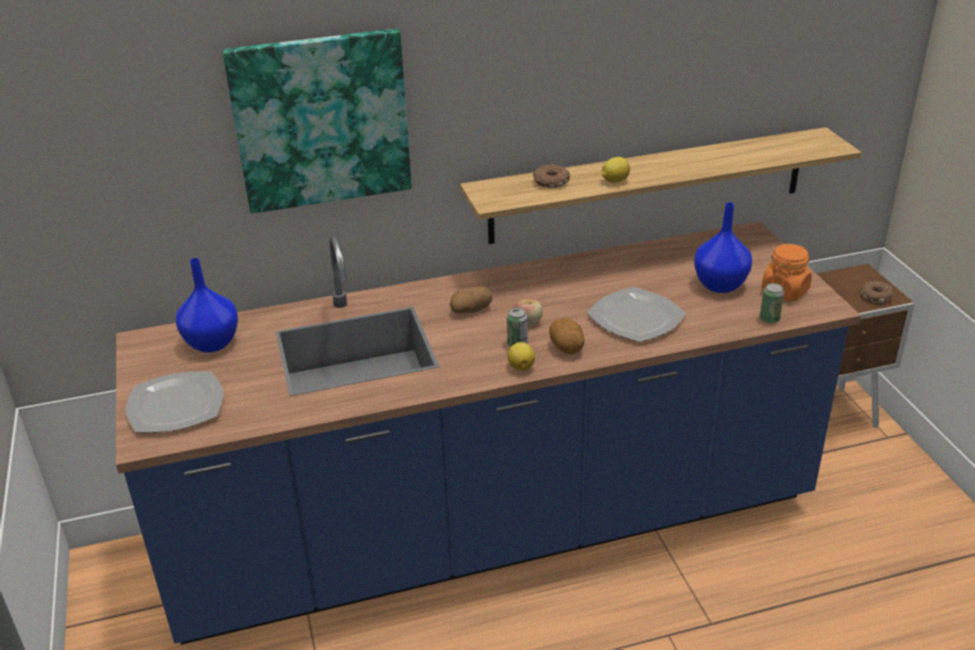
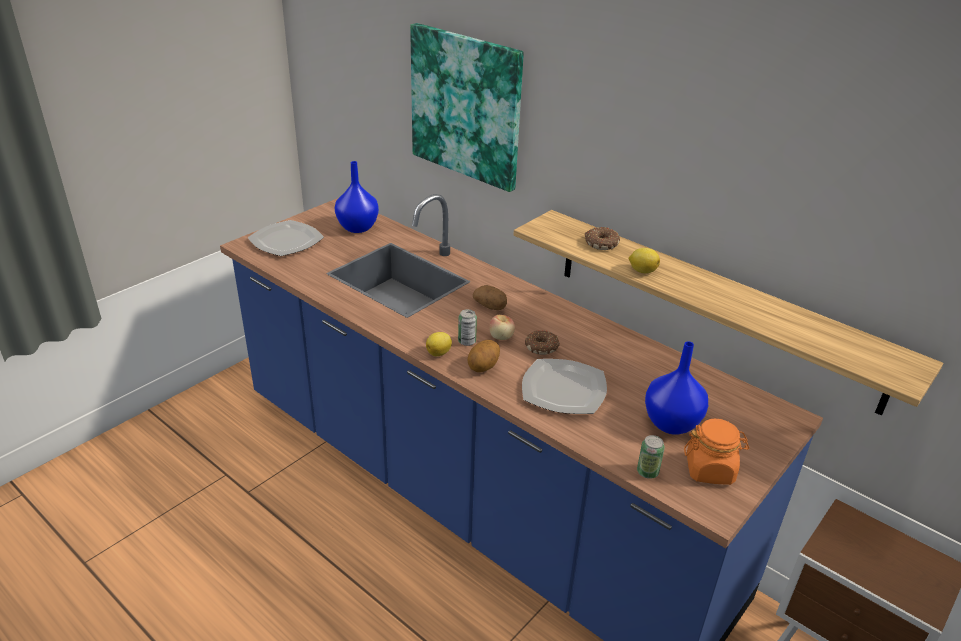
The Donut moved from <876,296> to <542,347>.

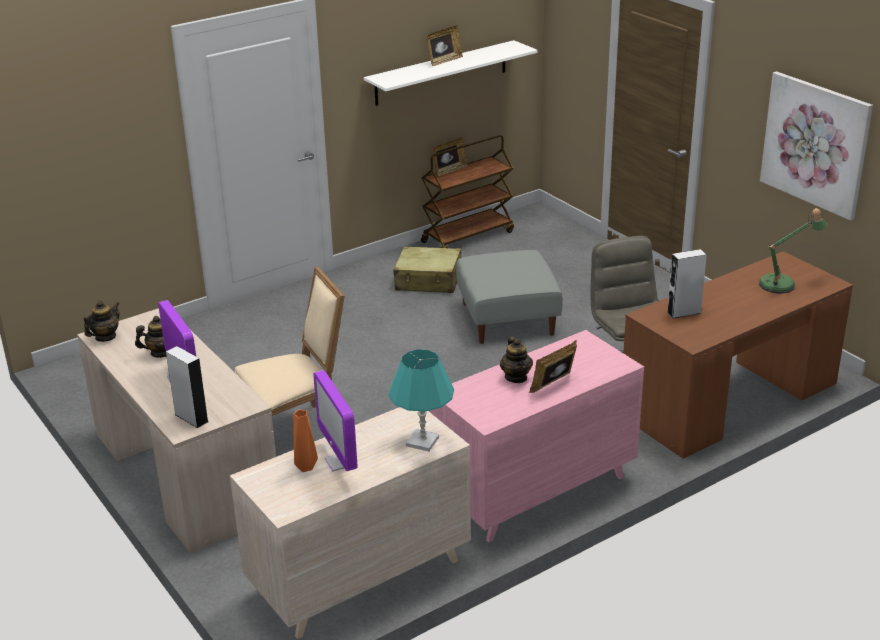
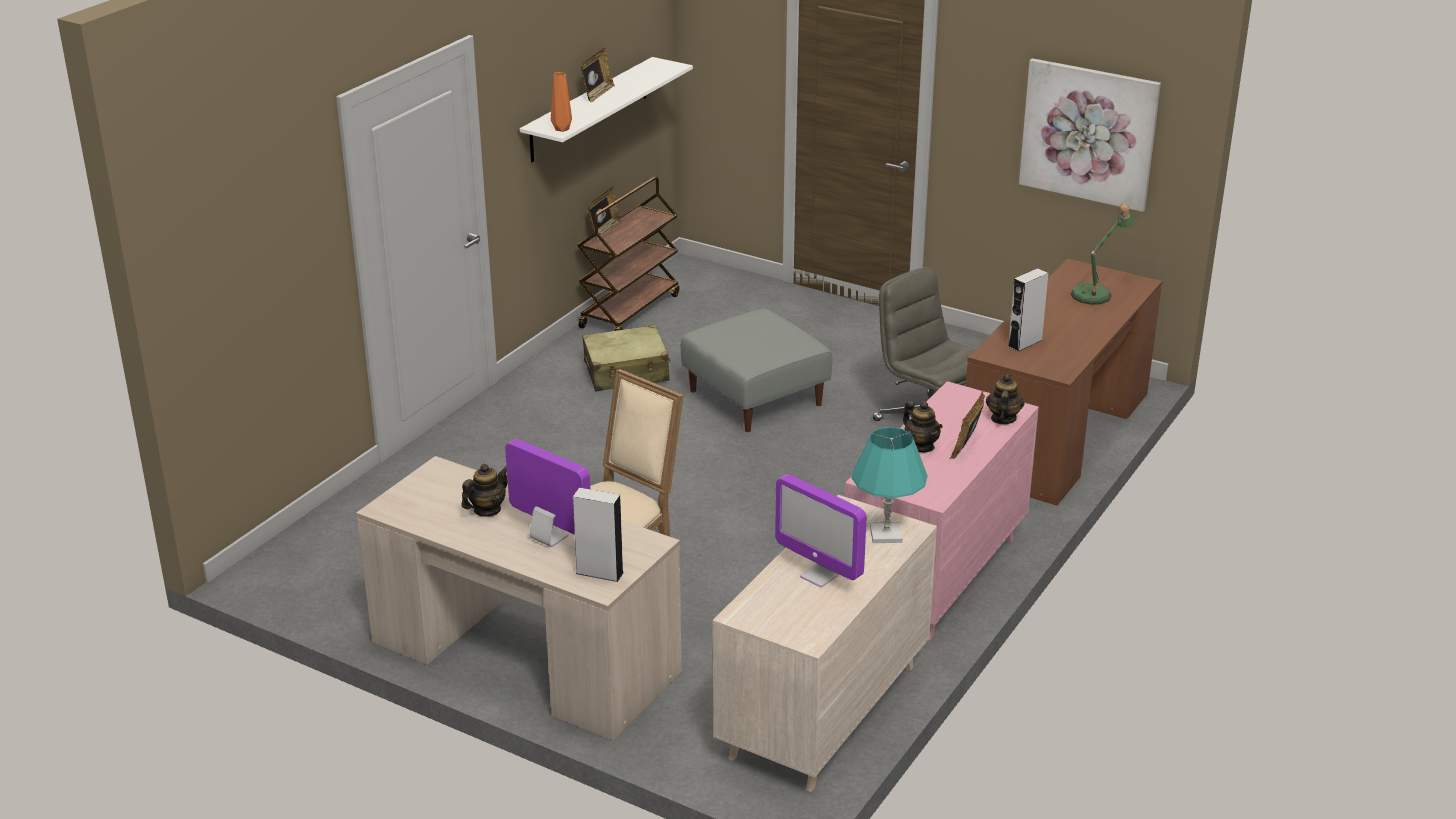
The Teapot moved from <105,337> to <1003,418>.
The OrangeVase moved from <306,468> to <562,129>.

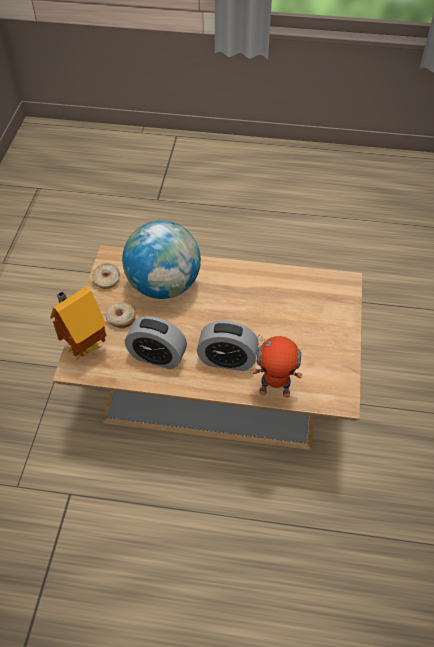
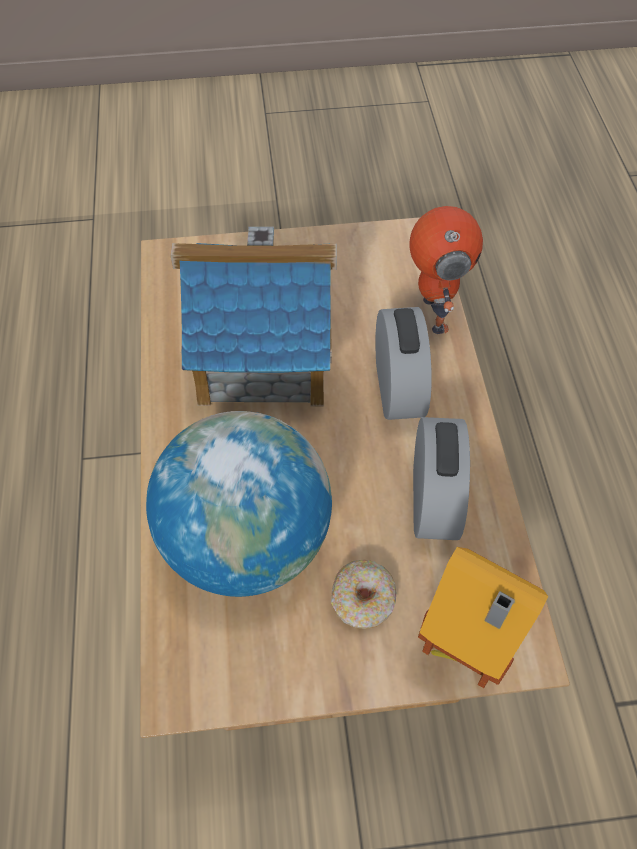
The Donut at <107,280> disappeared.
The ToyHouse at <264,355> appeared.

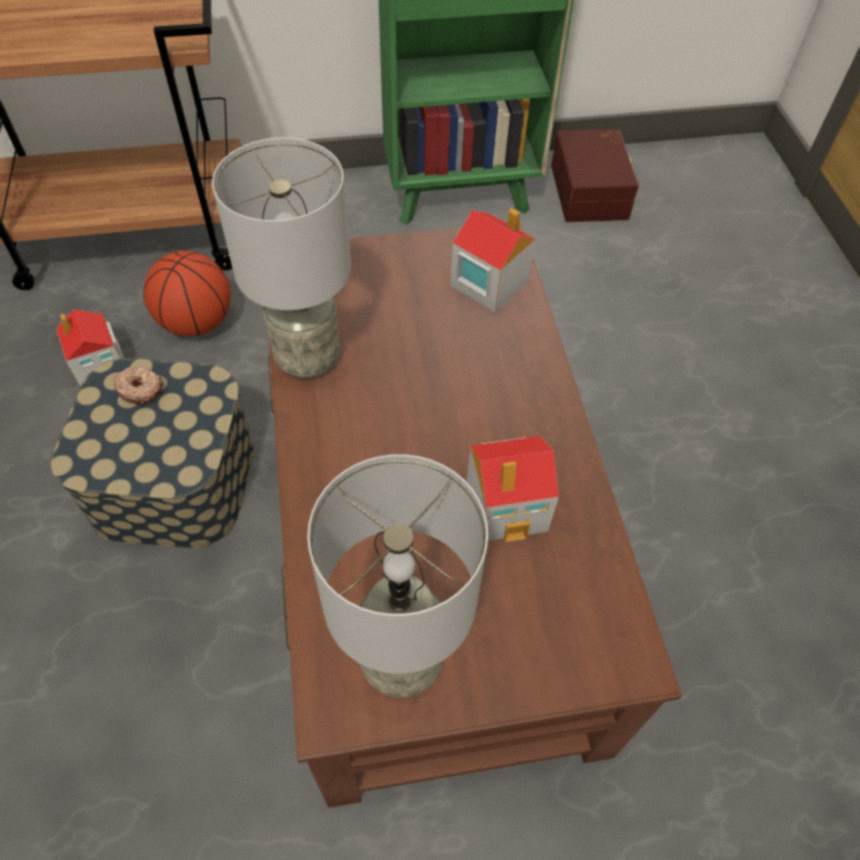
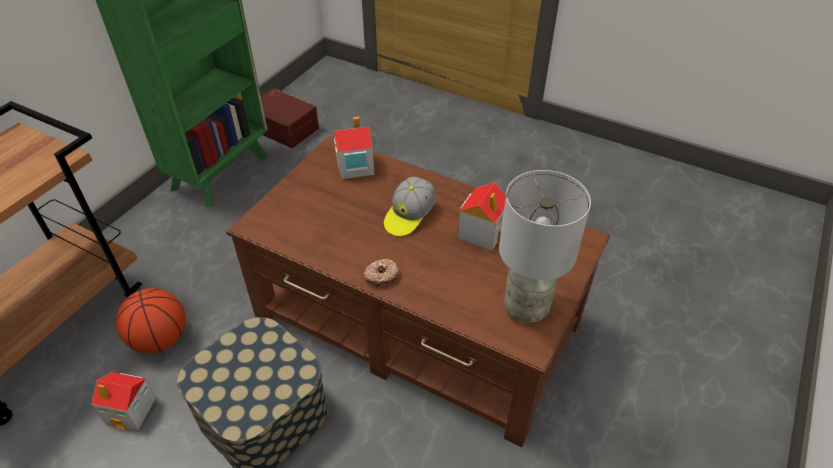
The Donut moved from <140,389> to <381,276>.
The GreyTableLamp at <306,357> disappeared.
The Cap at <409,215> appeared.

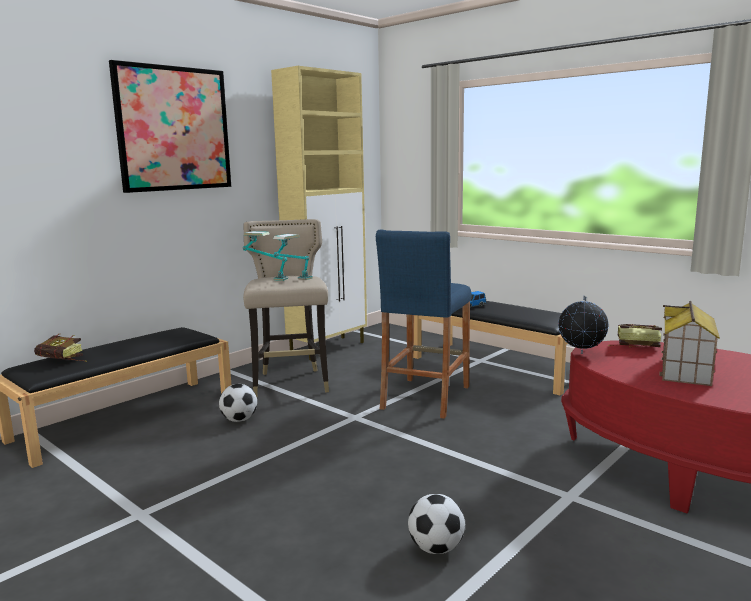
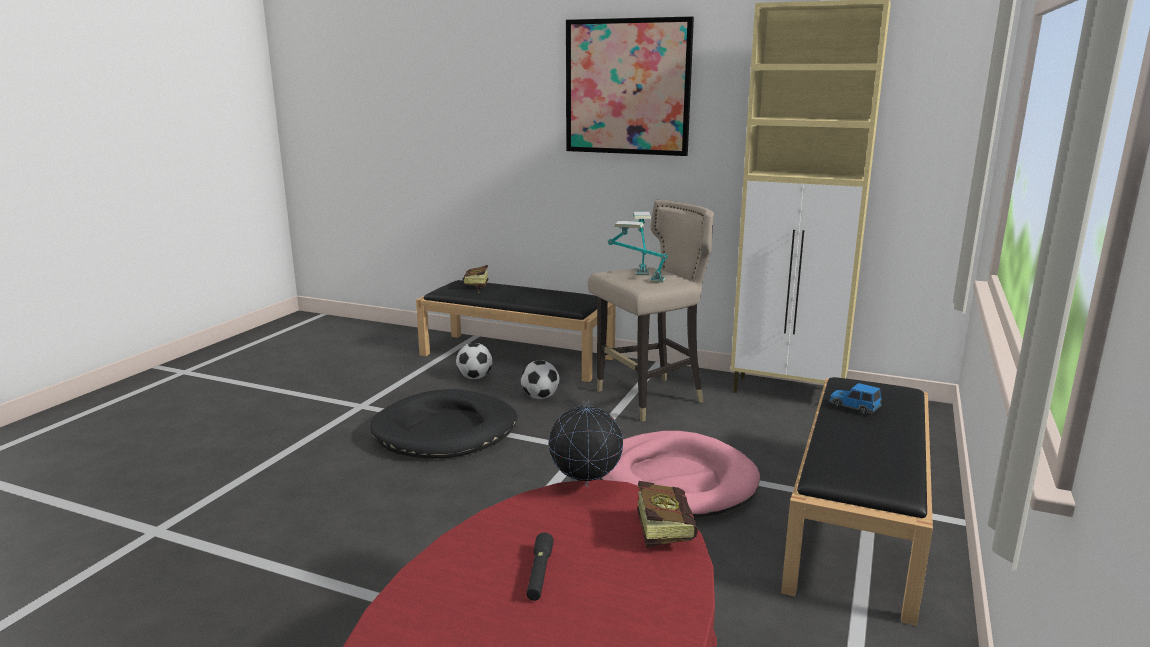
The BlueStool at <425,397> was replaced by the PinkDogBed at <675,480>.
The Football moved from <436,548> to <475,378>.
The ToyHouse at <686,371> was replaced by the BlackFlashlight at <539,574>.
The BlackDogBed at <446,430> appeared.

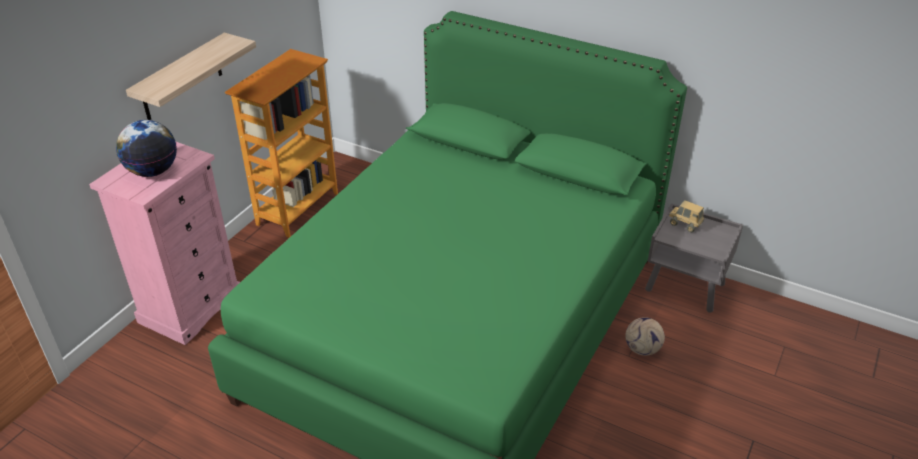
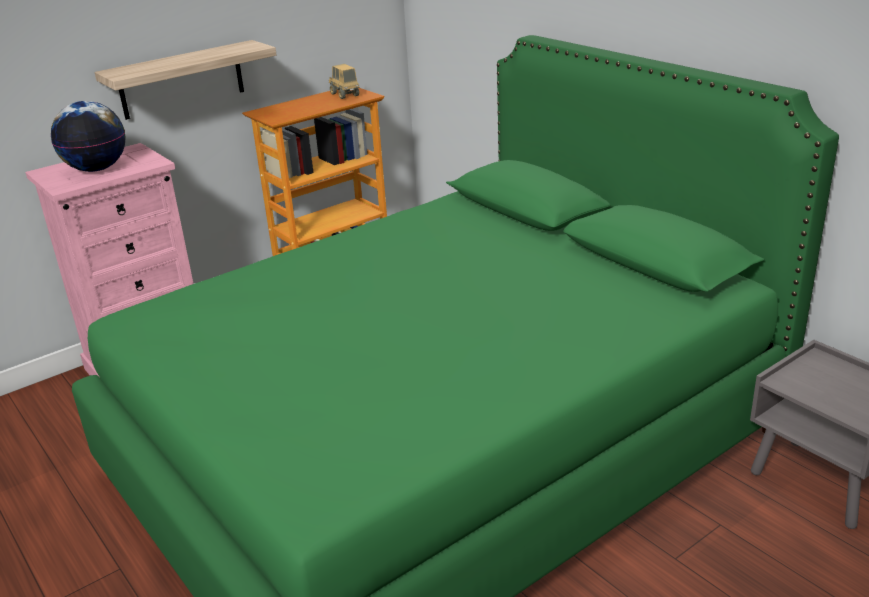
The Football at <643,349> disappeared.
The ToyTruck moved from <684,225> to <345,95>.

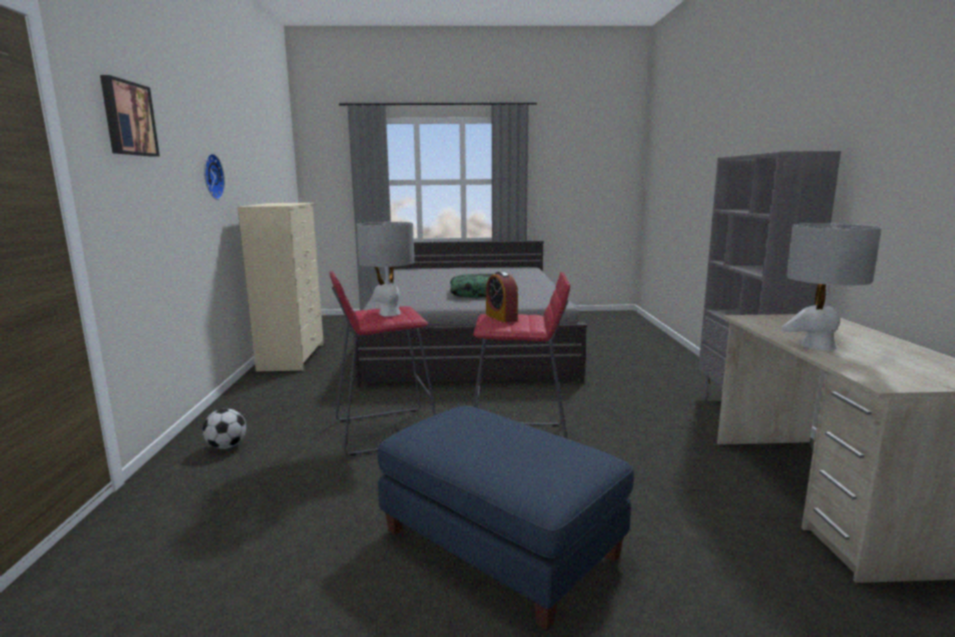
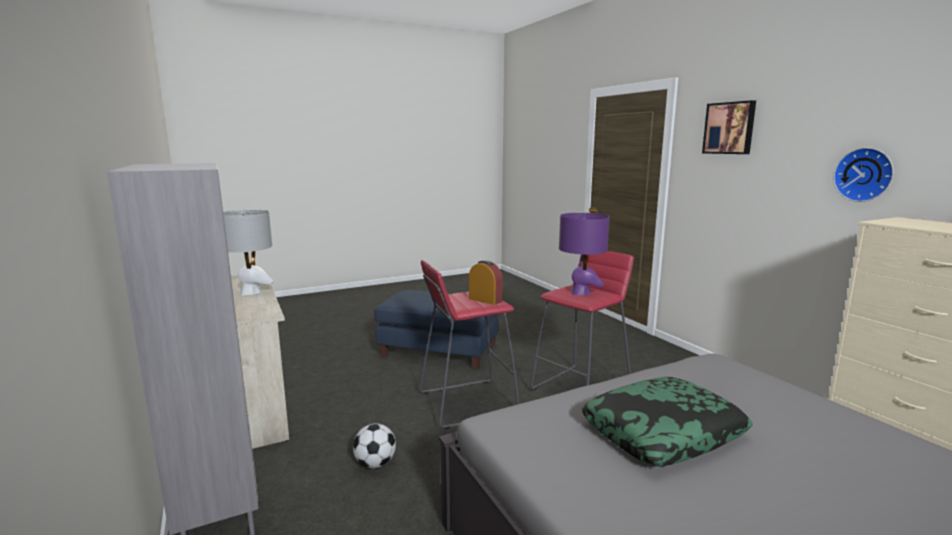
The Football moved from <226,446> to <375,464>.
The GreyTableLamp at <389,313> became the PurpleTableLamp at <580,293>.

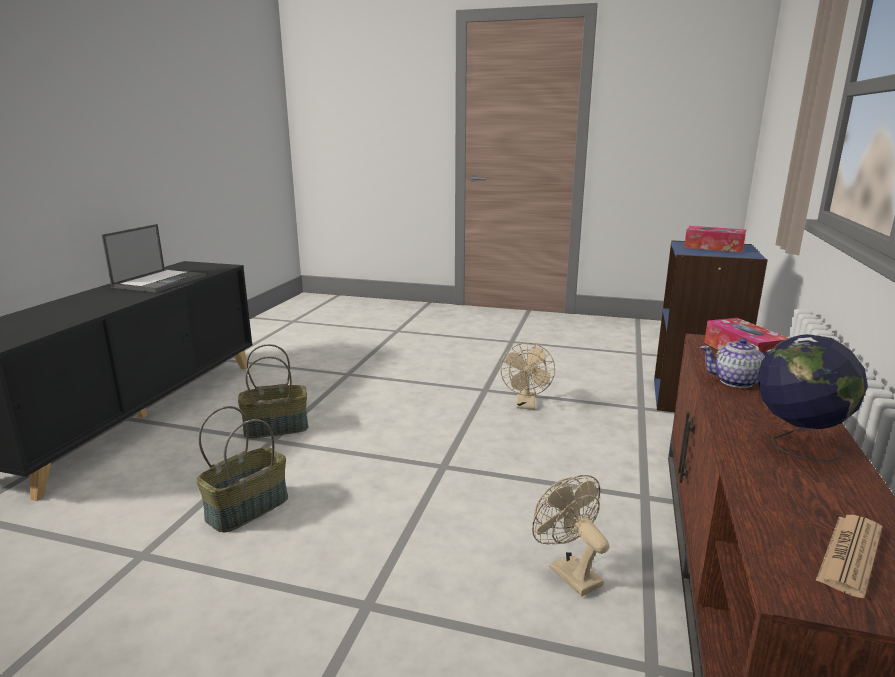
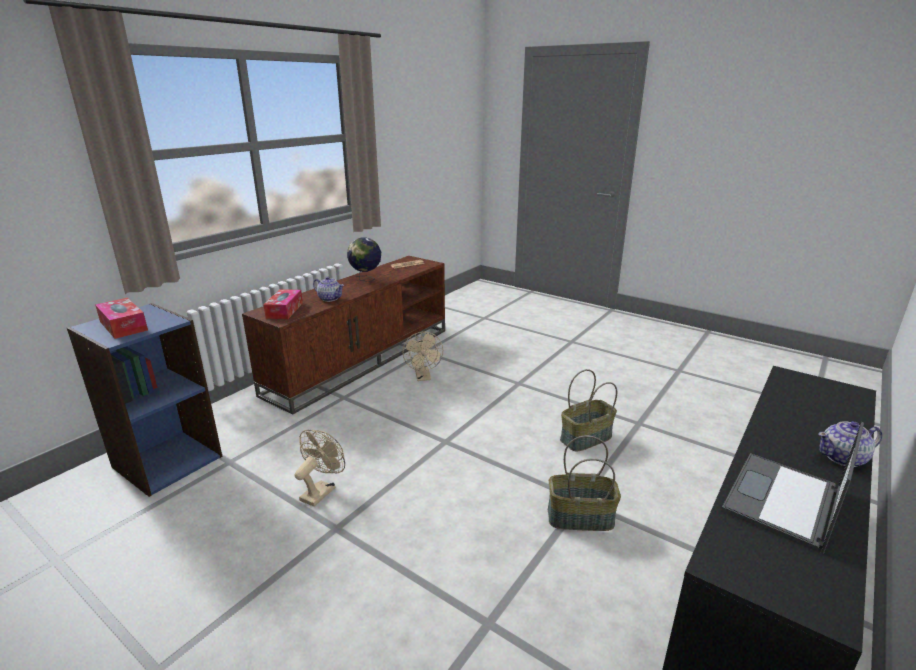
The Teapot at <843,458> appeared.

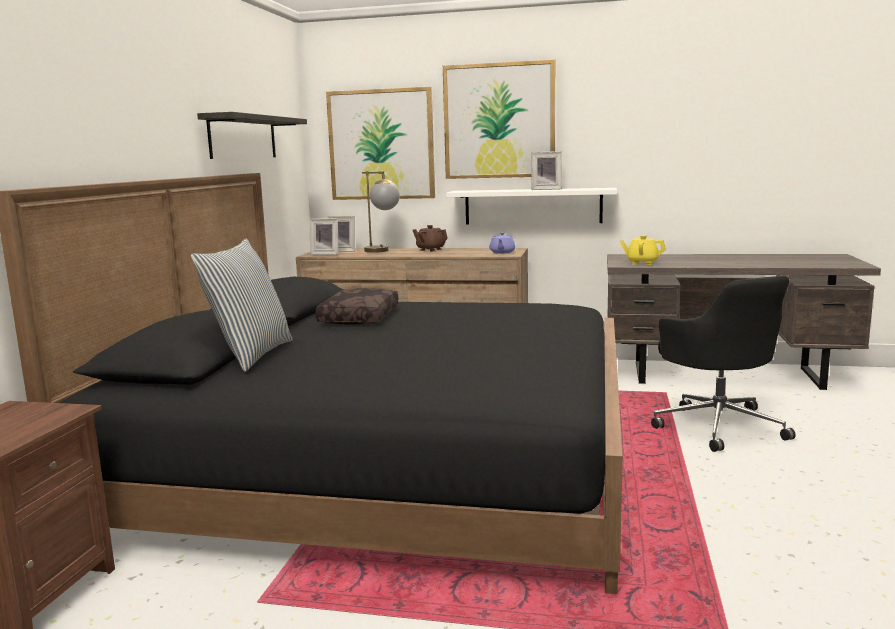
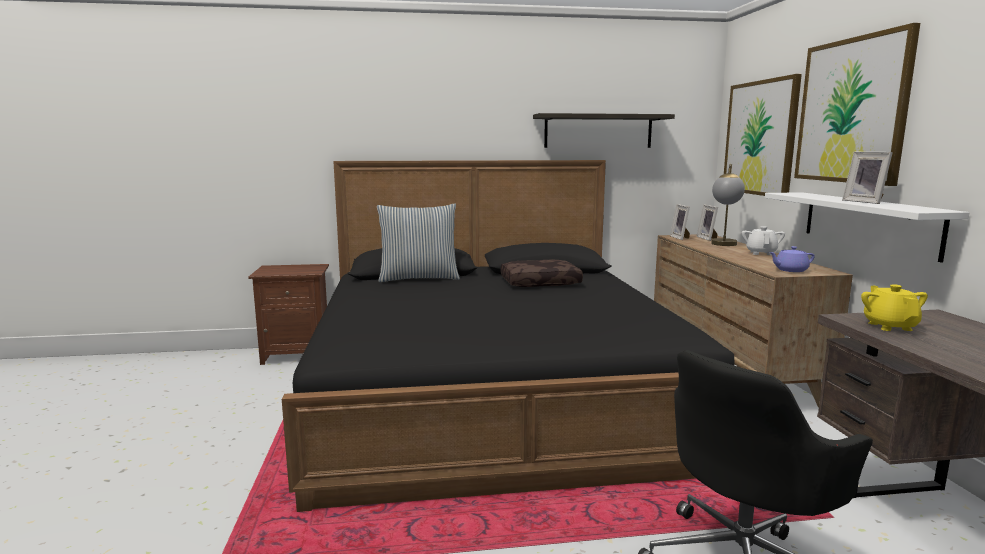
The BrownTeapot at <430,250> became the WhiteTeapot at <761,253>.

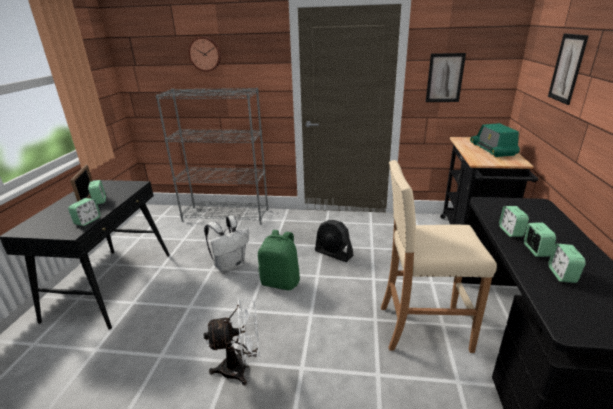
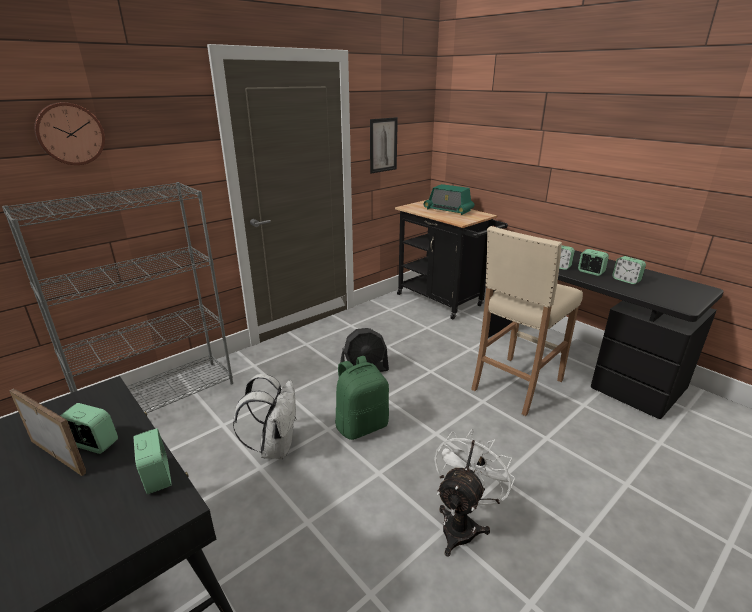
The Picture at <567,68> disappeared.

